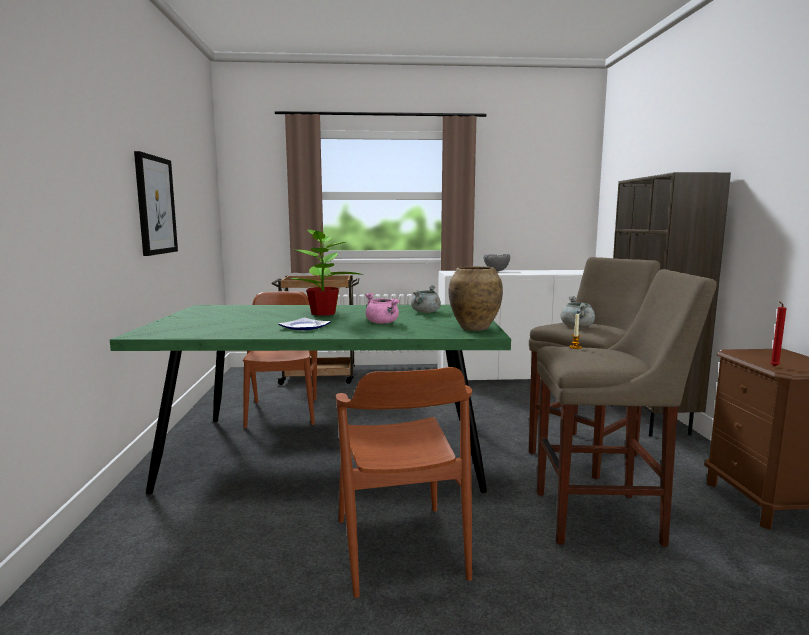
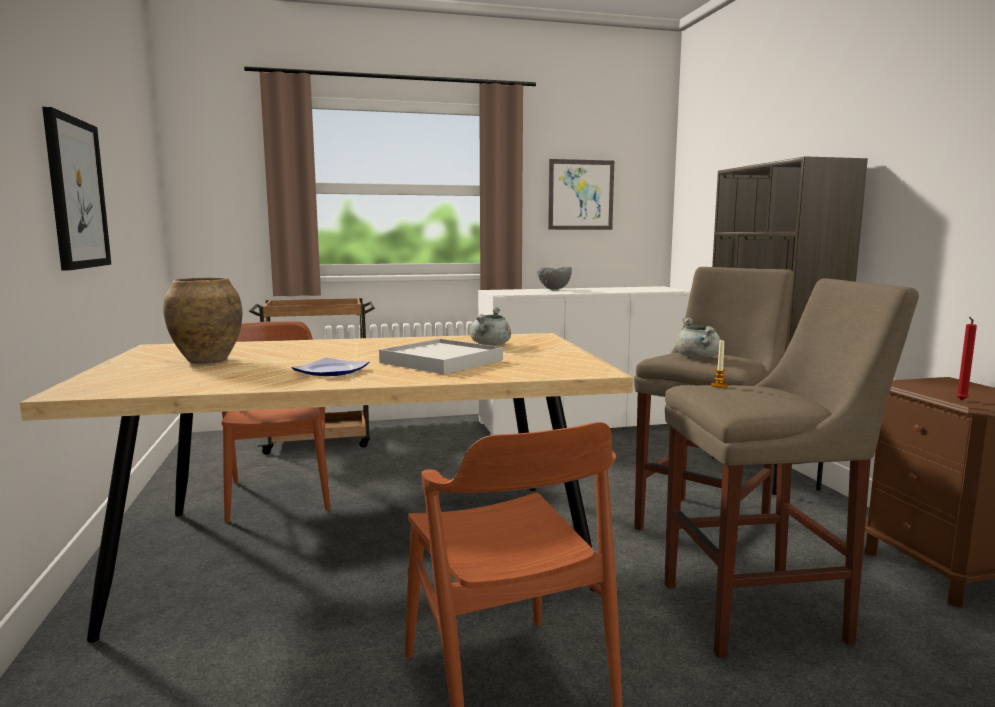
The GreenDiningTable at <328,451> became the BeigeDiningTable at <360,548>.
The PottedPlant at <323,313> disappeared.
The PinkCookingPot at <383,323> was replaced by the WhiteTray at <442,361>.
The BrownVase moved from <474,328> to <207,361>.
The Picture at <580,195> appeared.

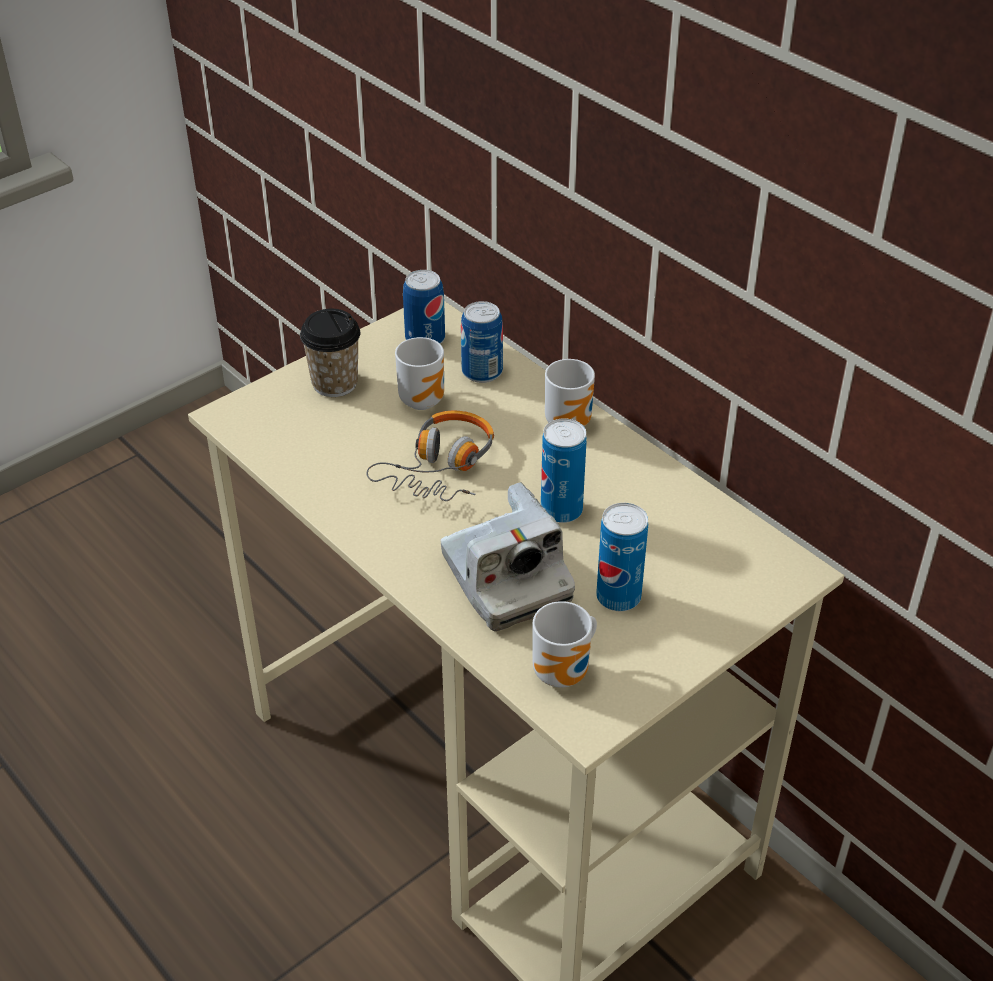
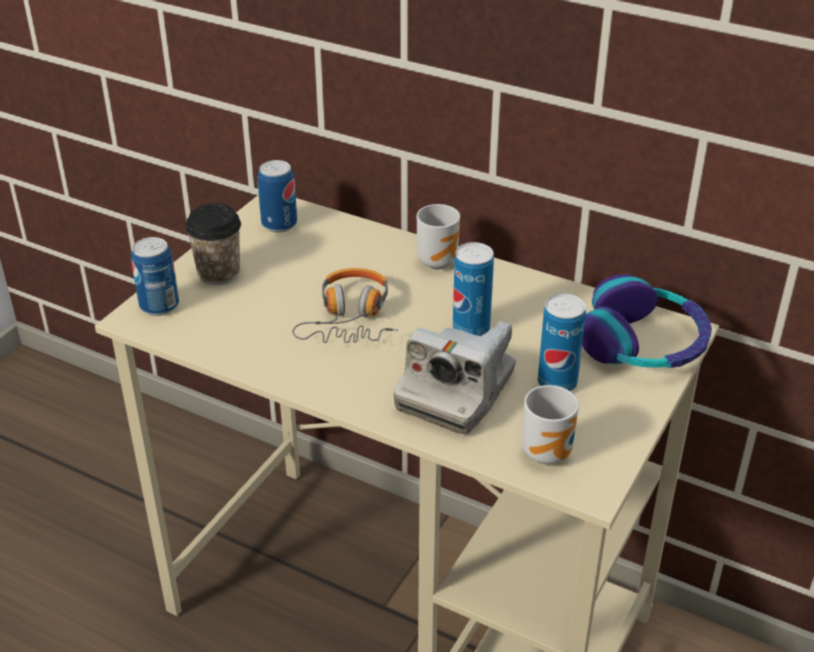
The Mug at <424,399> disappeared.
The PhotoCamera at <505,579> turned 75 degrees clockwise.
The Can moved from <482,372> to <159,305>.
The Headphones at <643,343> appeared.

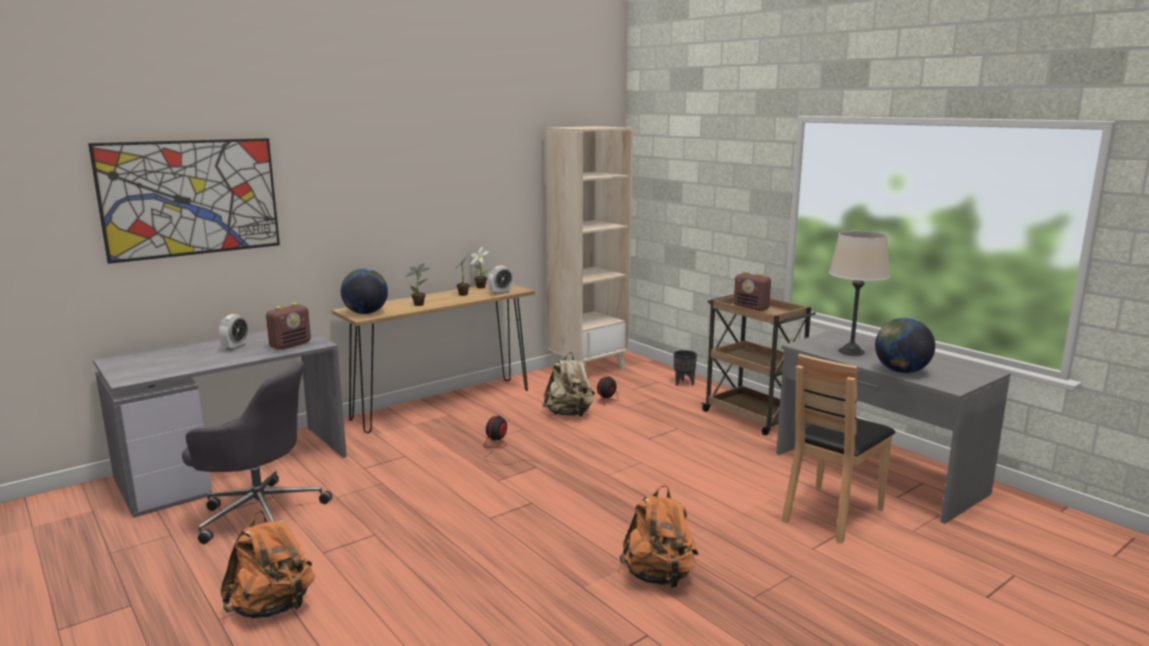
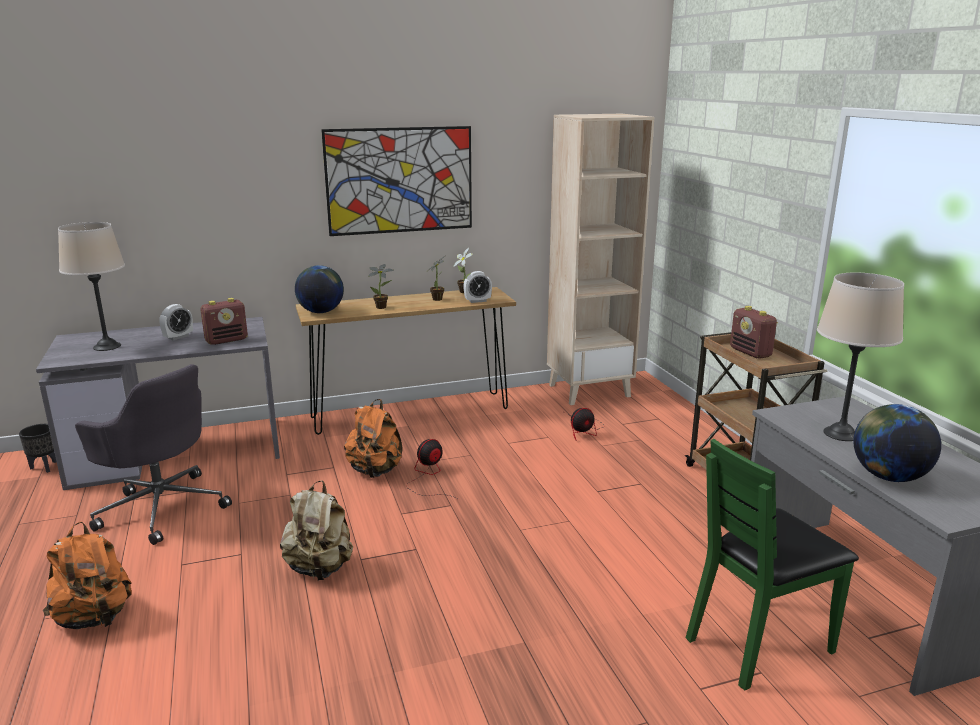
The Picture moved from <191,198> to <400,180>.
The BeigeBackpack moved from <569,414> to <320,568>.
The OrangeBackpack moved from <659,577> to <375,471>.
The BlackPlanter moved from <684,383> to <45,467>.
The BrownChair at <831,514> became the GreenChair at <758,643>.
The BeigeTableLamp at <107,346> appeared.

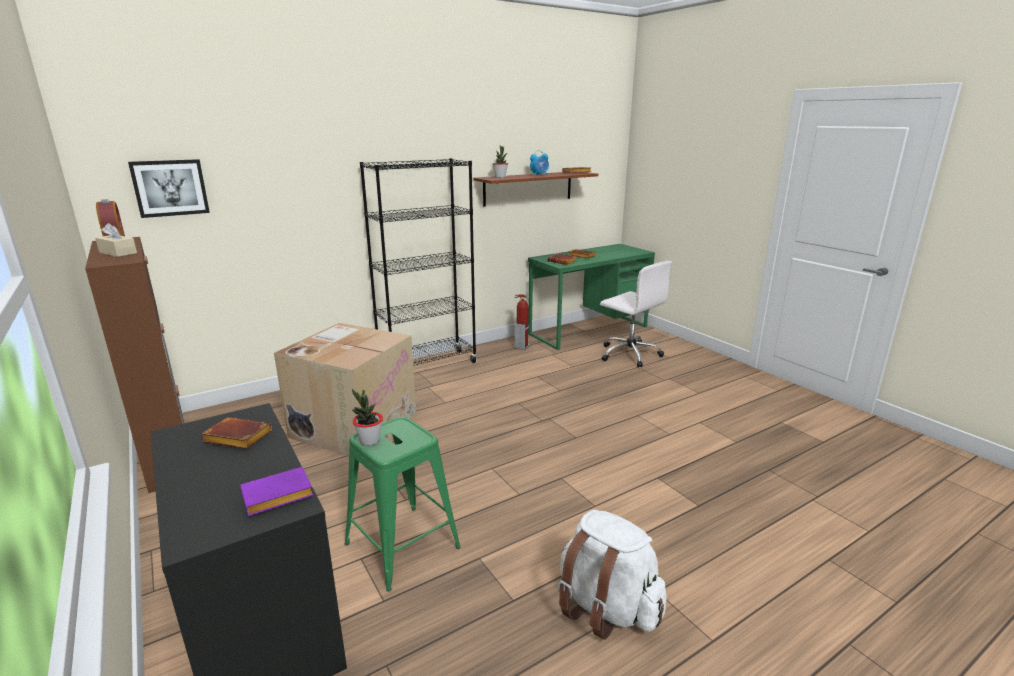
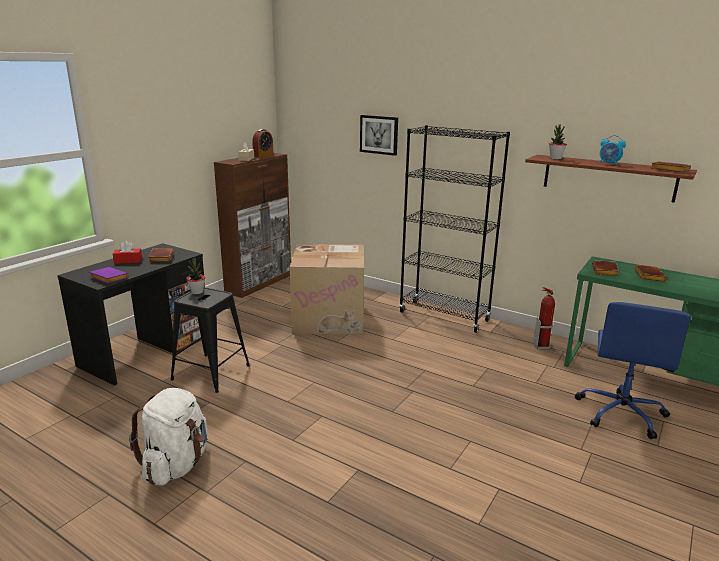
The Picture moved from <170,188> to <379,134>.
The GreenStool at <401,545> became the BlackStool at <211,372>.
The WhiteOfficeChair at <629,354> became the BlueOfficeChair at <621,413>.
The RedTissueBox at <128,261> appeared.

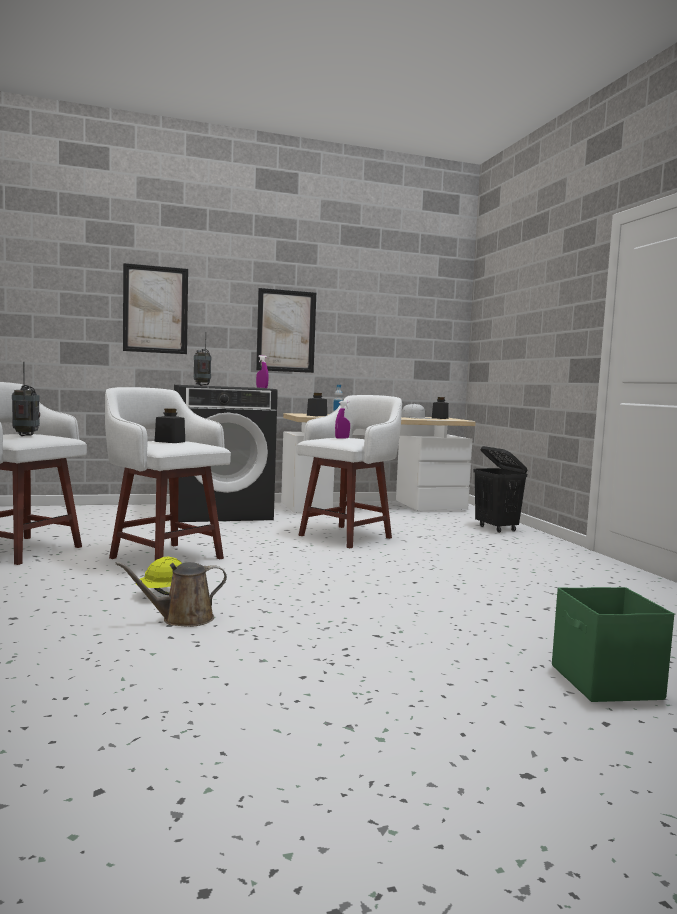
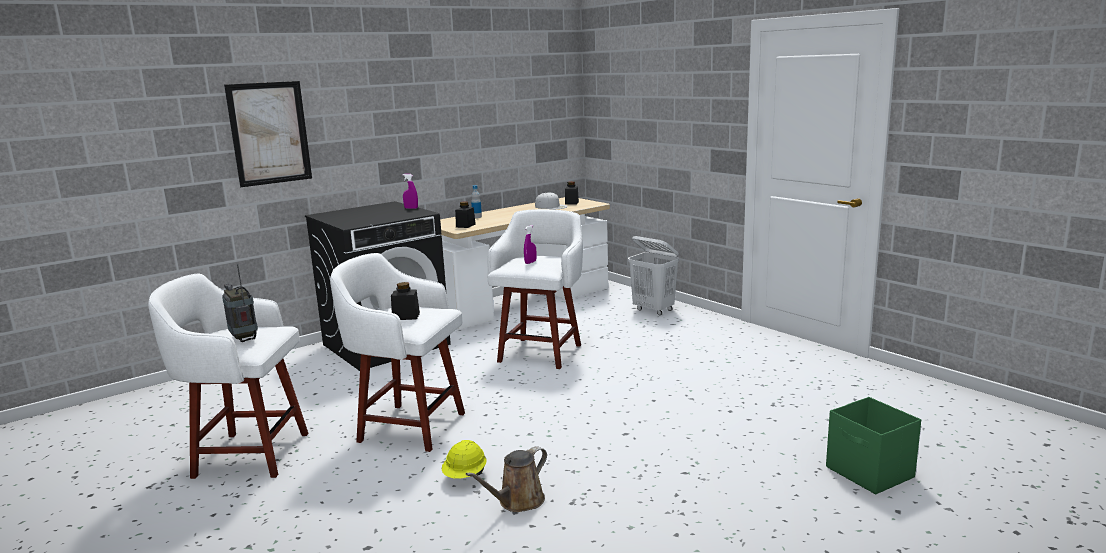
The Radio at <202,385> disappeared.
The Picture at <286,331> disappeared.
The BlackLaundryBasket at <496,528> became the WhiteLaundryBasket at <654,310>.

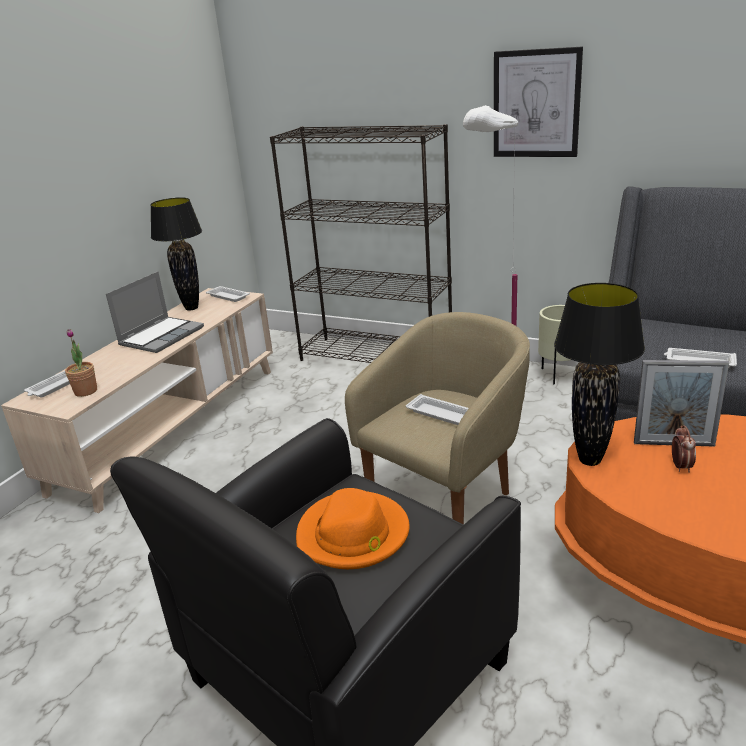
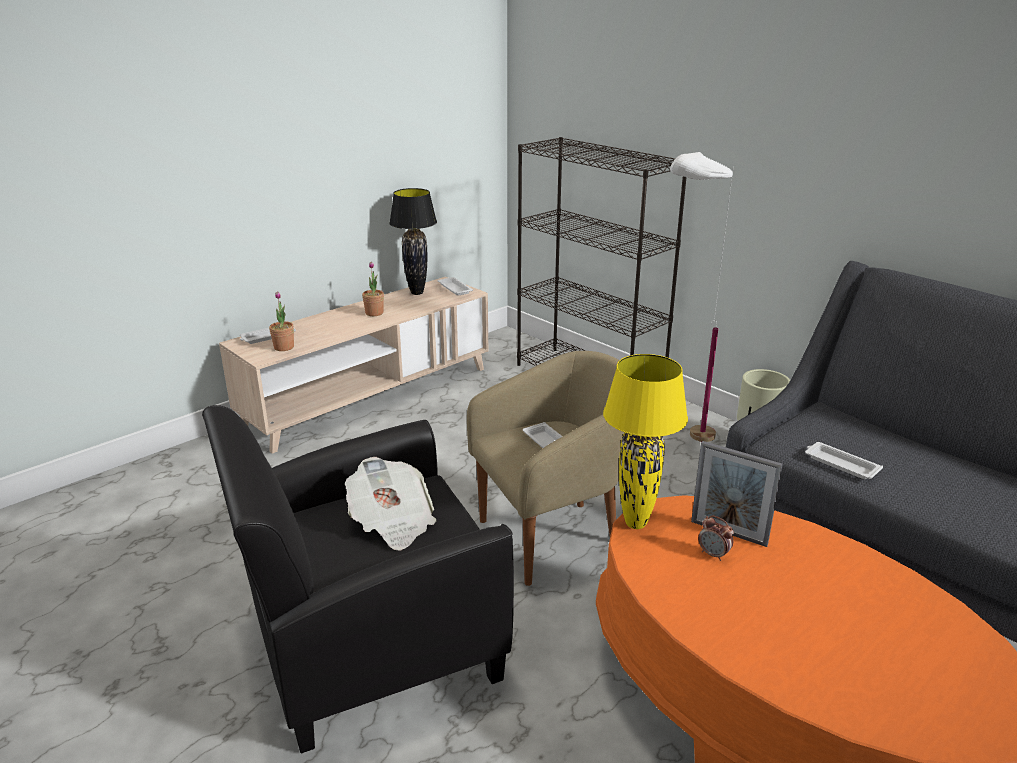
The Laptop at <162,336> was replaced by the PottedPlant at <374,313>.
The OrangeHat at <353,535> was replaced by the Newspaper at <392,522>.
The Picture at <536,104> disappeared.
The BlackTableLamp at <589,460> became the YellowTableLamp at <635,523>.
The AlarmClock at <680,467> turned 105 degrees clockwise.

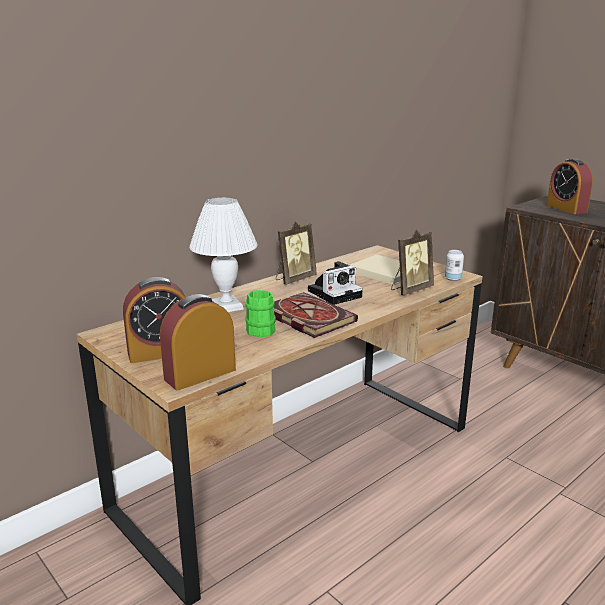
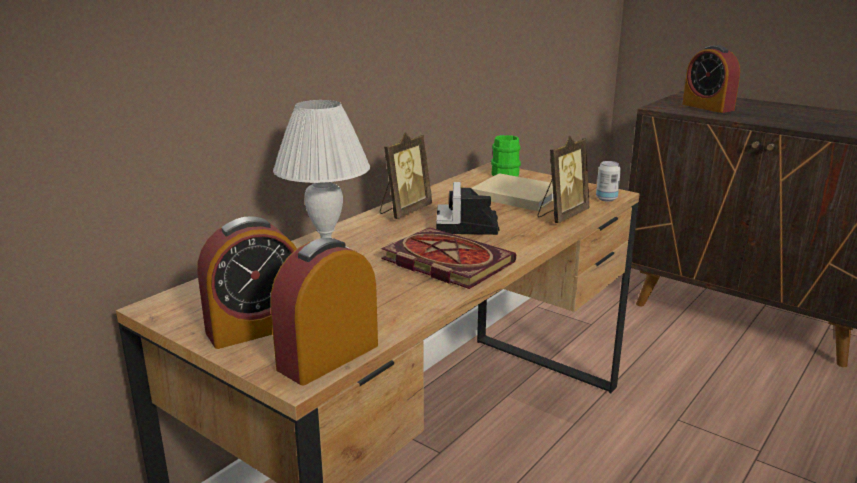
The GreenMug moved from <259,329> to <503,173>.
The PhotoCamera at <335,293> turned 135 degrees clockwise.

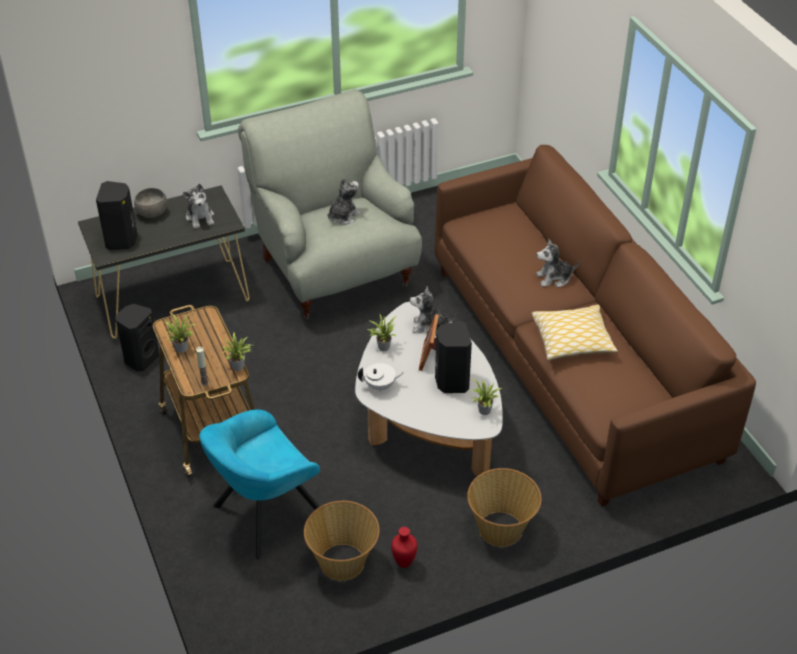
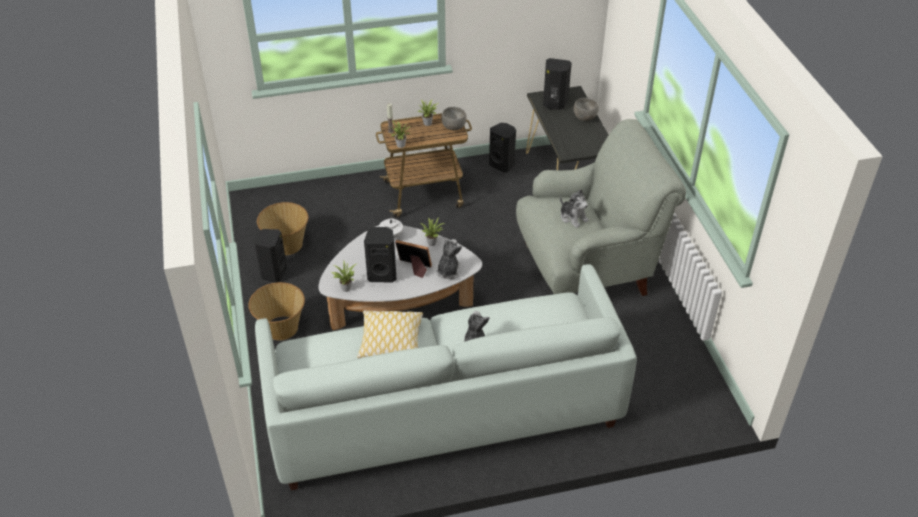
The PlushToy at <200,217> disappeared.
The TurquoiseArmchair at <264,514> disappeared.
The RedVase at <403,563> was replaced by the BlackSpeaker at <273,273>.
The BrownSofa at <572,360> became the WhiteSofa at <443,409>.
The GreyBowl at <454,127> appeared.

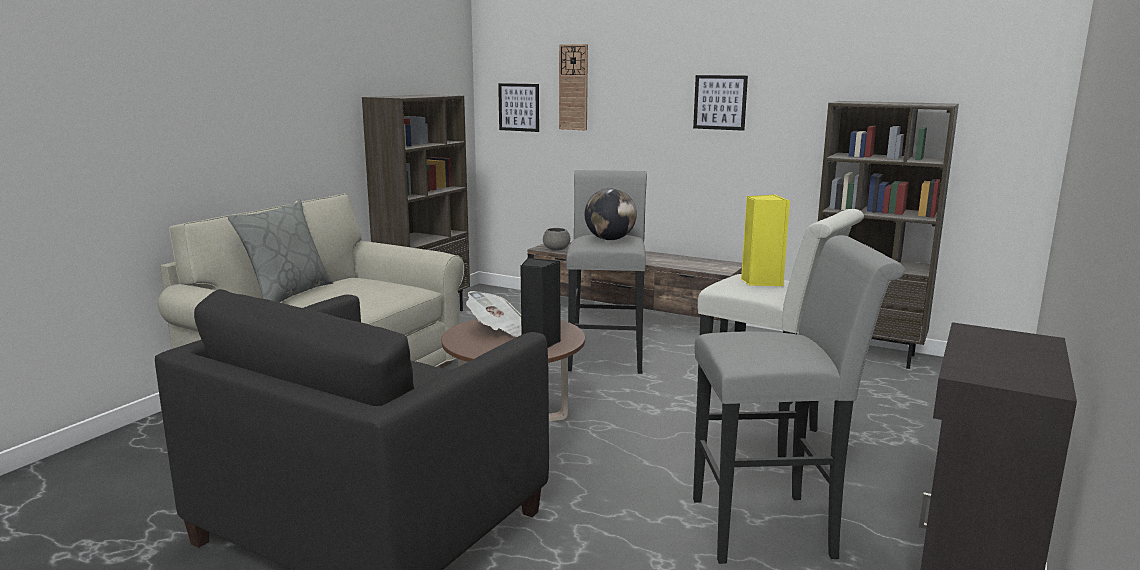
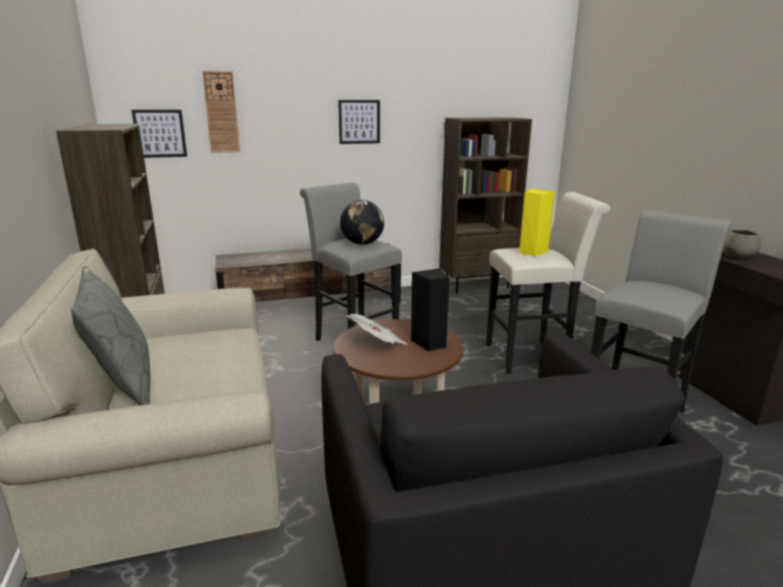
The GreyBowl moved from <556,249> to <737,256>.

